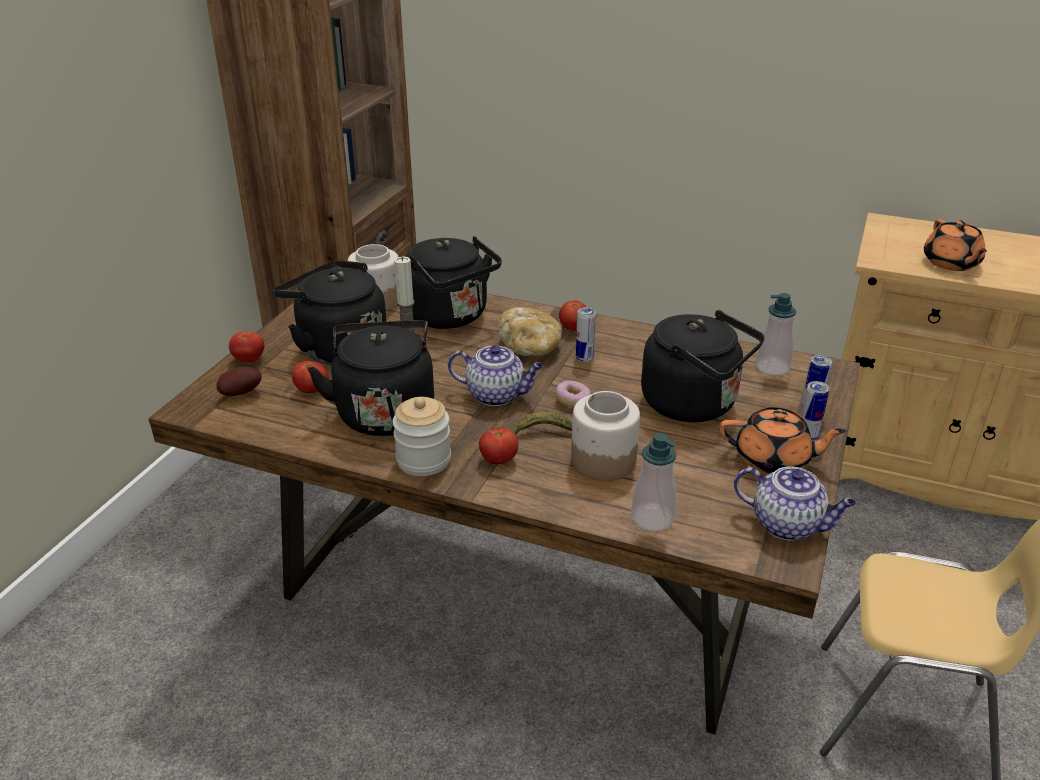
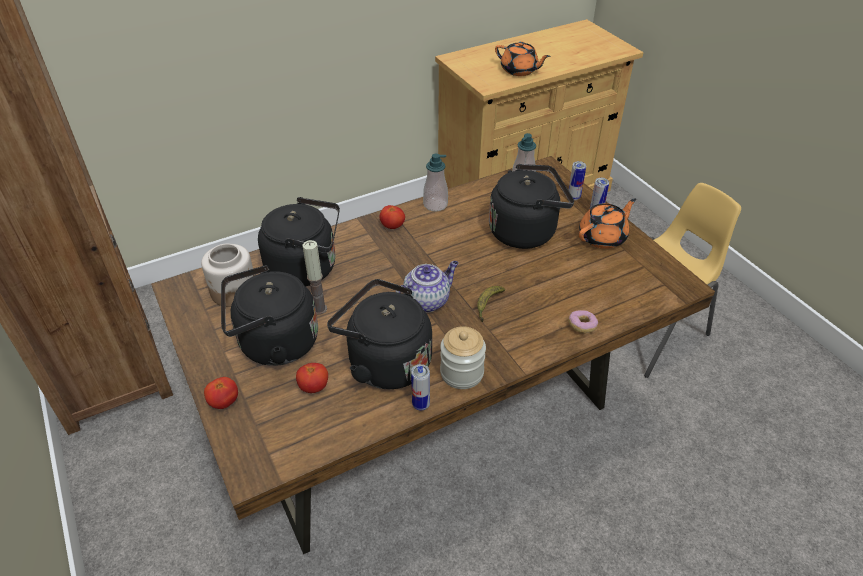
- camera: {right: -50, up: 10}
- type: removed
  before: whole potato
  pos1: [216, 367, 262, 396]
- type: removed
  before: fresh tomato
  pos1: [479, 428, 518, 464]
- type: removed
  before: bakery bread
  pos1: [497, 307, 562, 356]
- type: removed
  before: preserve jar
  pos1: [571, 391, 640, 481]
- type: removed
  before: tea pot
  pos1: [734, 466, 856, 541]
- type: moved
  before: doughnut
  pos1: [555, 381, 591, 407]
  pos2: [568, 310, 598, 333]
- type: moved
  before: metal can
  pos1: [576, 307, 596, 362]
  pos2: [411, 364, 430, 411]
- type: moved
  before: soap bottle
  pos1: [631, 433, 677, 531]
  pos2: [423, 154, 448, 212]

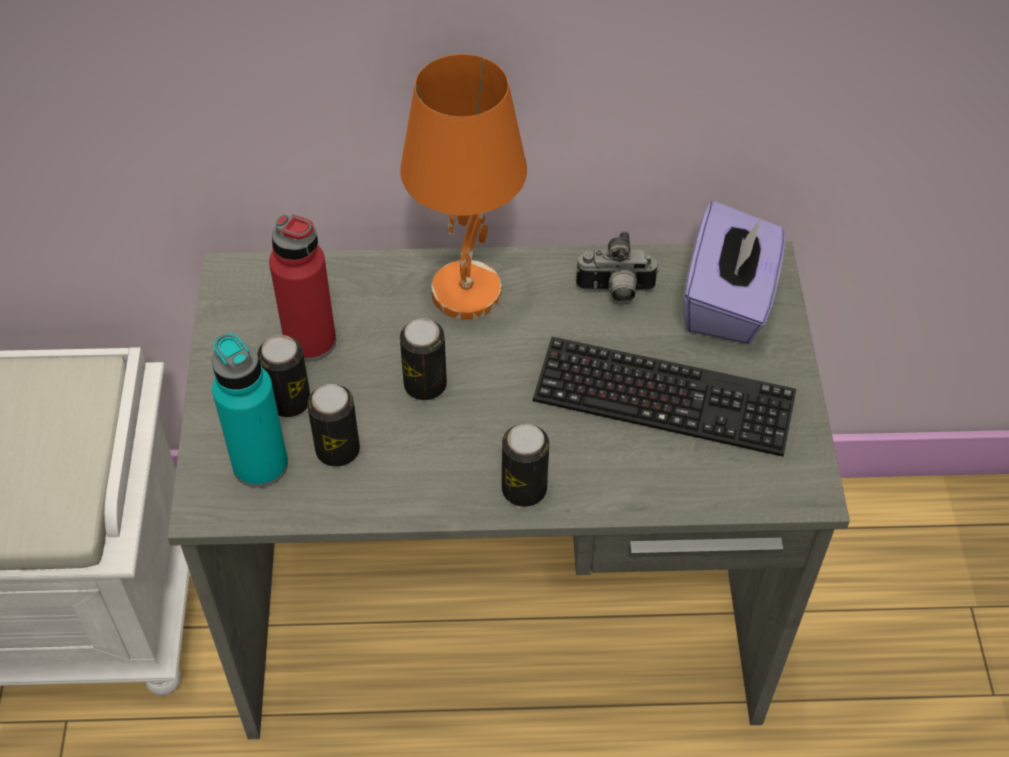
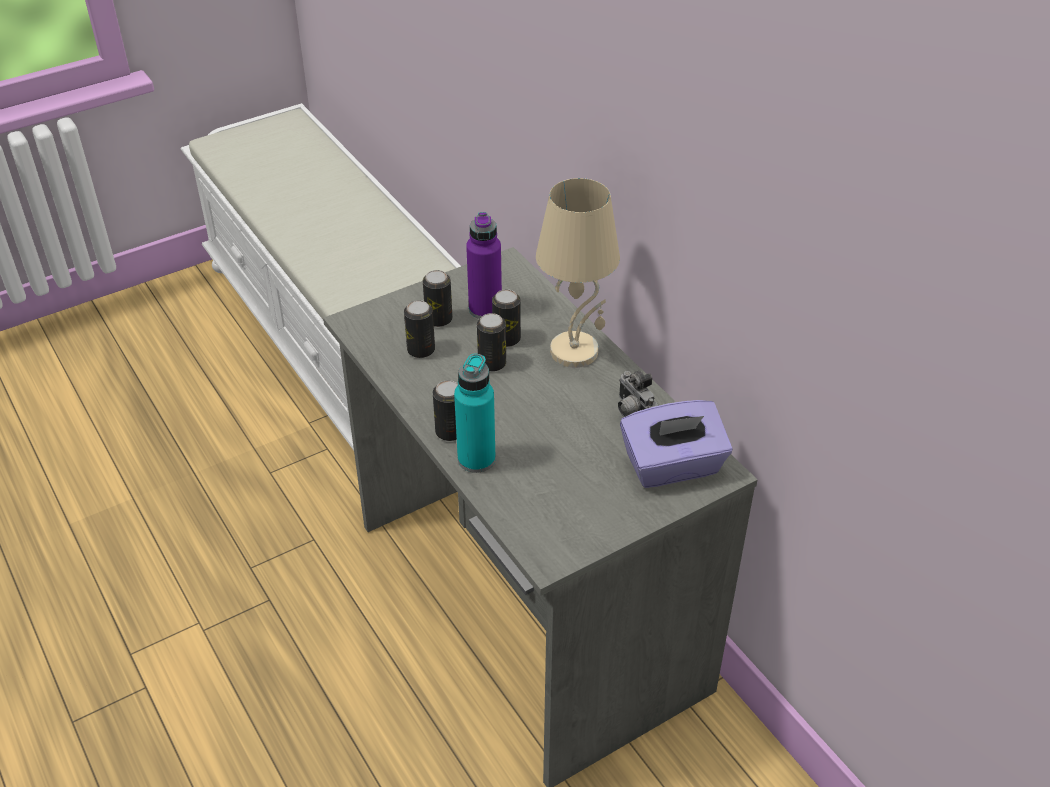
- camera: {right: 60, up: -10}
- type: removed
  before: keyboard
  pos1: [533, 336, 796, 457]
- type: added
  after: metal can
  pos2: [492, 289, 521, 347]
- type: moved
  before: turquoise-coloured drink bottle
  pos1: [211, 333, 288, 488]
  pos2: [454, 354, 496, 473]
- type: recoloured
  before: red drink bottle
  after: purple-coloured drink bottle
  pos1: [269, 214, 336, 362]
  pos2: [466, 212, 502, 319]
- type: recoloured
  before: orange-coloured table lamp
  after: beige-coloured table lamp
  pos1: [400, 54, 527, 320]
  pos2: [536, 178, 620, 368]

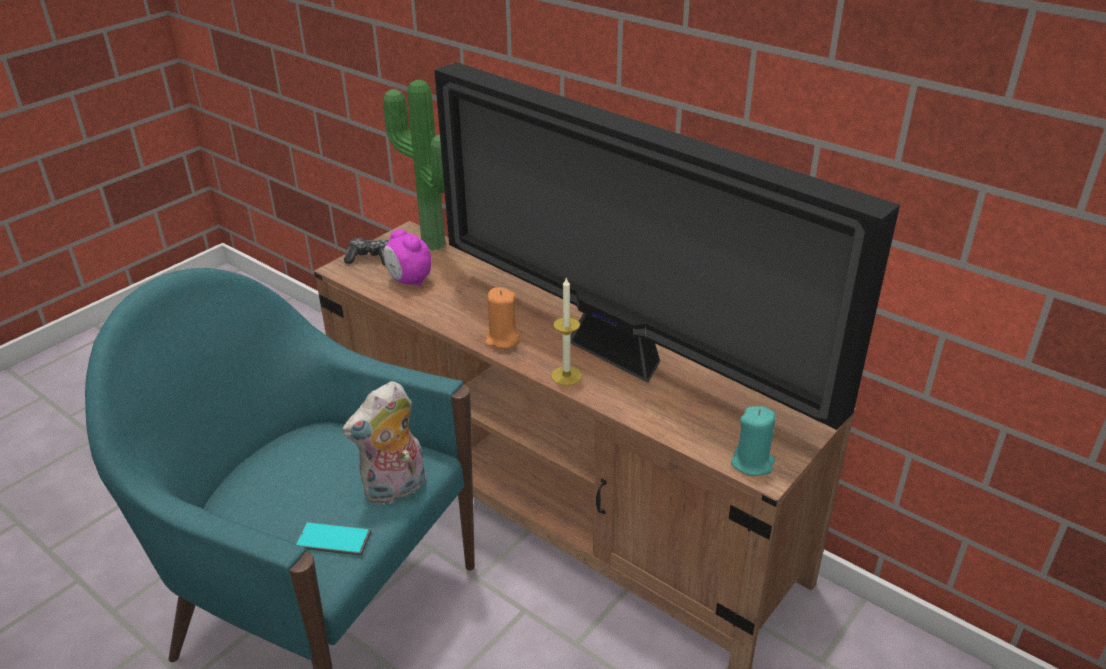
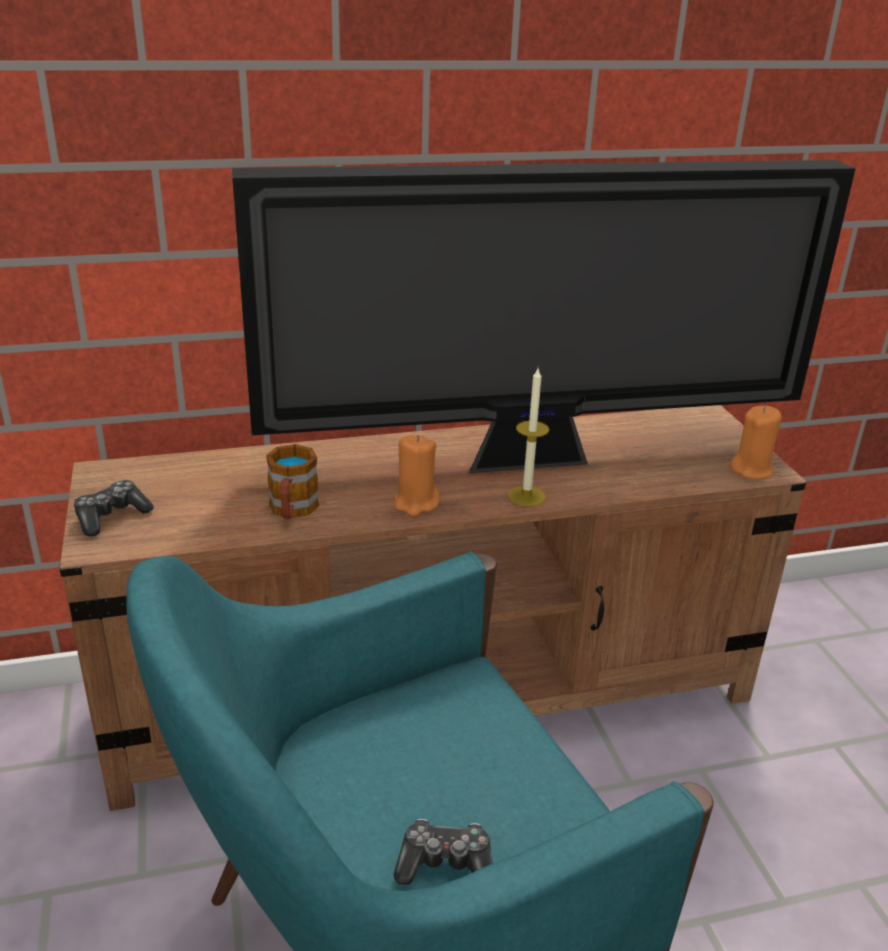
- camera: {right: -55, up: -5}
- type: removed
  before: telephone
  pos1: [295, 522, 371, 556]
- type: removed
  before: plush toy
  pos1: [342, 381, 425, 506]
- type: removed
  before: potted plant
  pos1: [383, 79, 446, 251]
- type: removed
  before: alarm clock
  pos1: [384, 229, 431, 287]
- type: added
  after: coffee mug
  pos2: [266, 444, 319, 519]
- type: added
  after: game controller
  pos2: [394, 819, 493, 885]
- type: recoloured
  before: turquoise-coloured wax light
  after: orange-coloured wax light
  pos1: [731, 406, 775, 476]
  pos2: [729, 405, 782, 479]

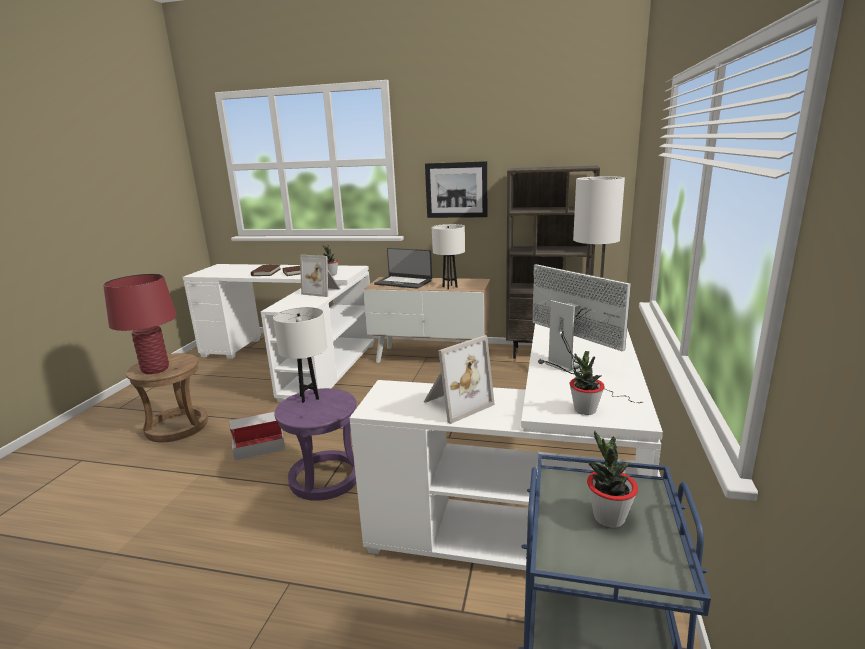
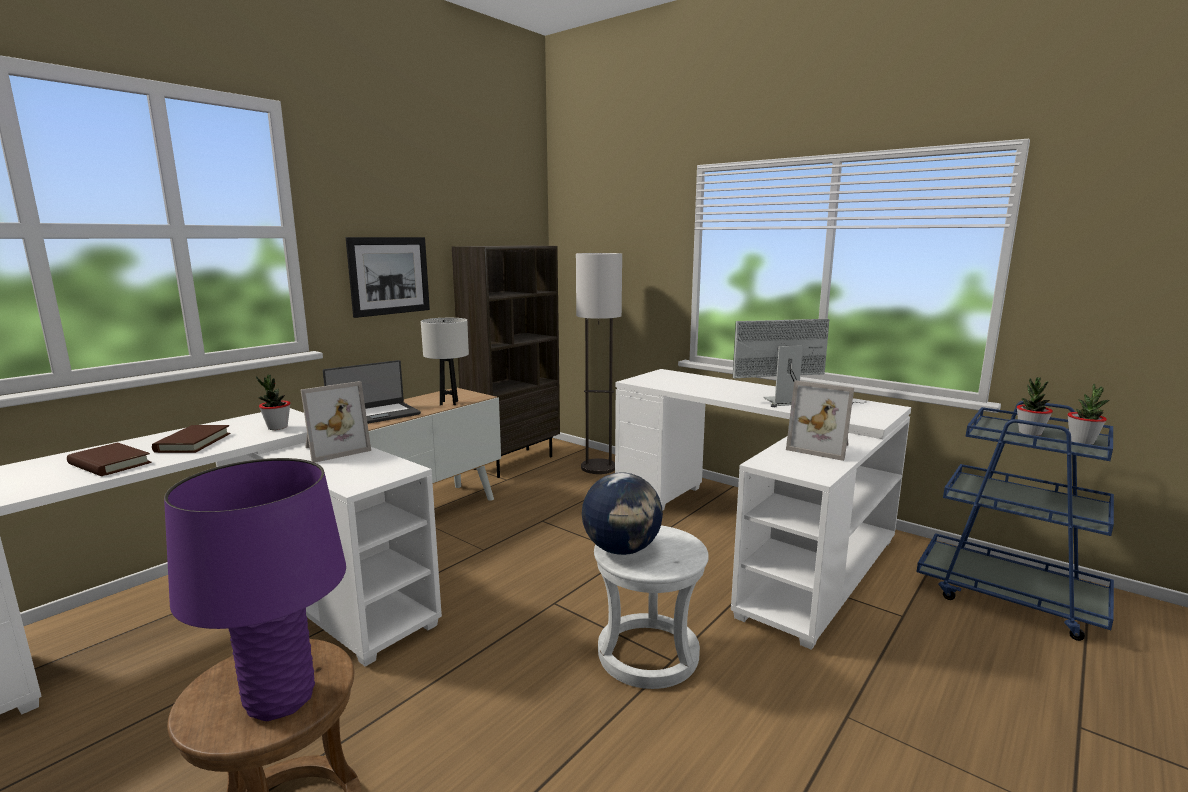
- camera: {right: -65, up: -5}
- type: removed
  before: packing box
  pos1: [229, 411, 285, 460]
- type: moved
  before: potted plant
  pos1: [570, 351, 605, 415]
  pos2: [1067, 384, 1109, 445]
- type: replaced
  before: white table lamp
  after: world globe
  pos1: [273, 307, 327, 403]
  pos2: [582, 472, 663, 555]
- type: recoloured
  before: red table lamp
  after: purple-coloured table lamp
  pos1: [103, 274, 177, 374]
  pos2: [164, 458, 346, 721]
- type: recoloured
  before: purple-coloured stool seat
  after: white stool seat
  pos1: [274, 388, 357, 501]
  pos2: [594, 526, 709, 689]
- type: turned
  before: picture frame
  pos1: [424, 335, 495, 424]
  pos2: [786, 380, 854, 461]
  turn: 135

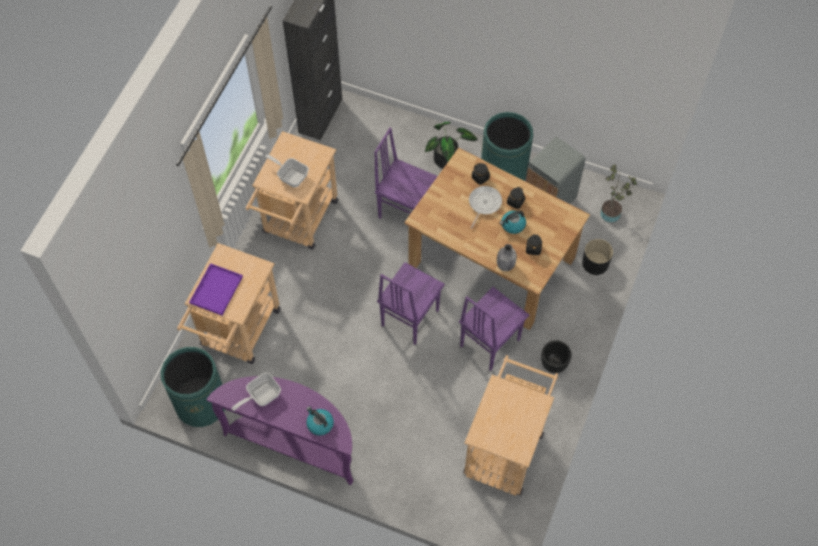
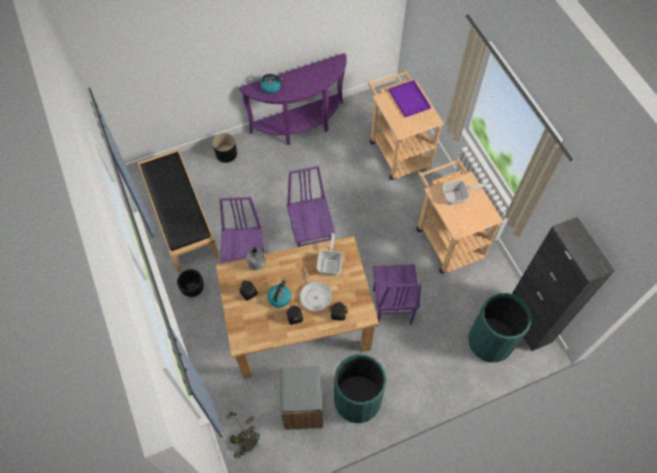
- camera: {right: 135, up: 0}
- type: removed
  before: potted plant
  pos1: [425, 122, 478, 168]
- type: moved
  before: green waste bin
  pos1: [161, 347, 225, 427]
  pos2: [468, 293, 532, 363]
- type: moved
  before: pan
  pos1: [232, 373, 281, 411]
  pos2: [317, 233, 343, 275]
- type: moved
  before: black-coloured flower pot
  pos1: [582, 239, 613, 275]
  pos2: [212, 133, 237, 163]
- type: replaced
  before: beige-coloured wheeled cart
  after: black-coloured bench
  pos1: [463, 355, 558, 496]
  pos2: [138, 149, 219, 273]
- type: turned
  before: purple-coloured chair
  pos1: [374, 127, 438, 219]
  pos2: [373, 264, 422, 326]
  turn: 105

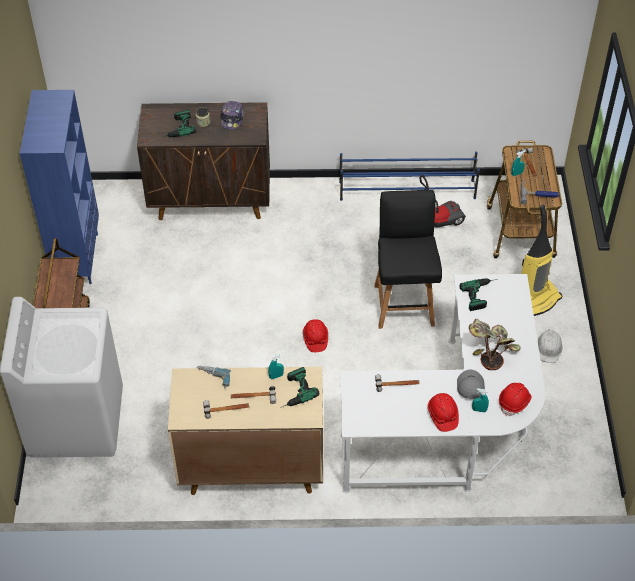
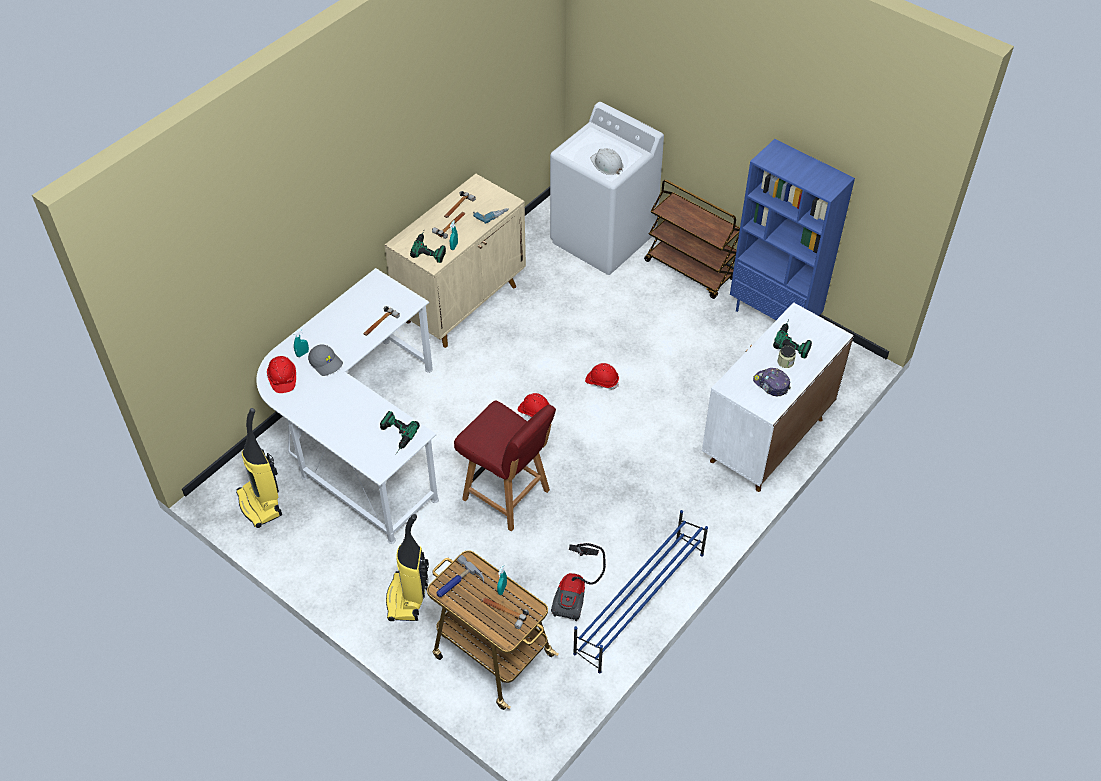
- camera: {right: 130, up: 0}
- type: removed
  before: potted plant
  pos1: [469, 319, 521, 370]
- type: added
  after: vacuum
  pos2: [236, 408, 282, 528]
- type: moved
  before: red work helmet
  pos1: [428, 393, 459, 432]
  pos2: [585, 363, 619, 389]
- type: moved
  before: white work helmet
  pos1: [537, 329, 563, 363]
  pos2: [590, 148, 623, 175]
- type: recoloured
  before: brown storage cabinet
  after: white storage cabinet
  pos1: [137, 102, 270, 220]
  pos2: [702, 302, 854, 492]
- type: recoloured
  before: black-coloured chair
  after: red chair
  pos1: [374, 190, 442, 329]
  pos2: [454, 401, 556, 531]

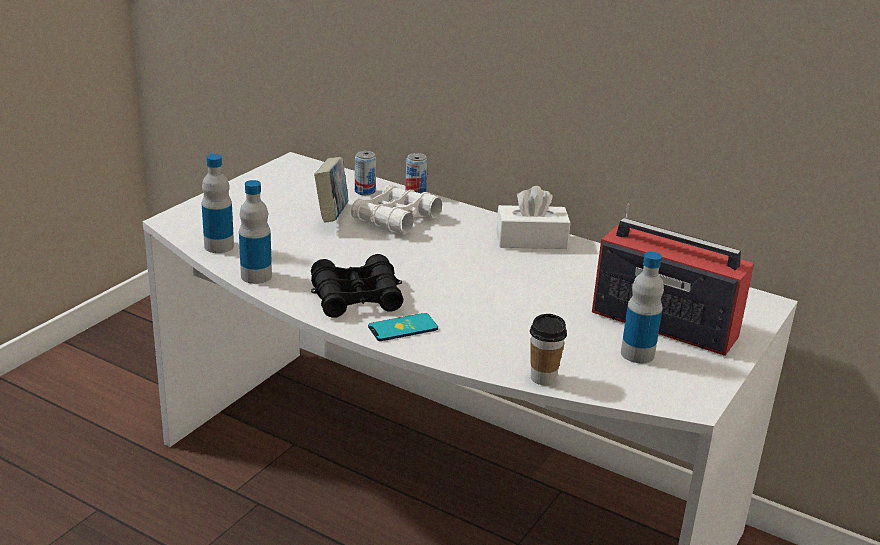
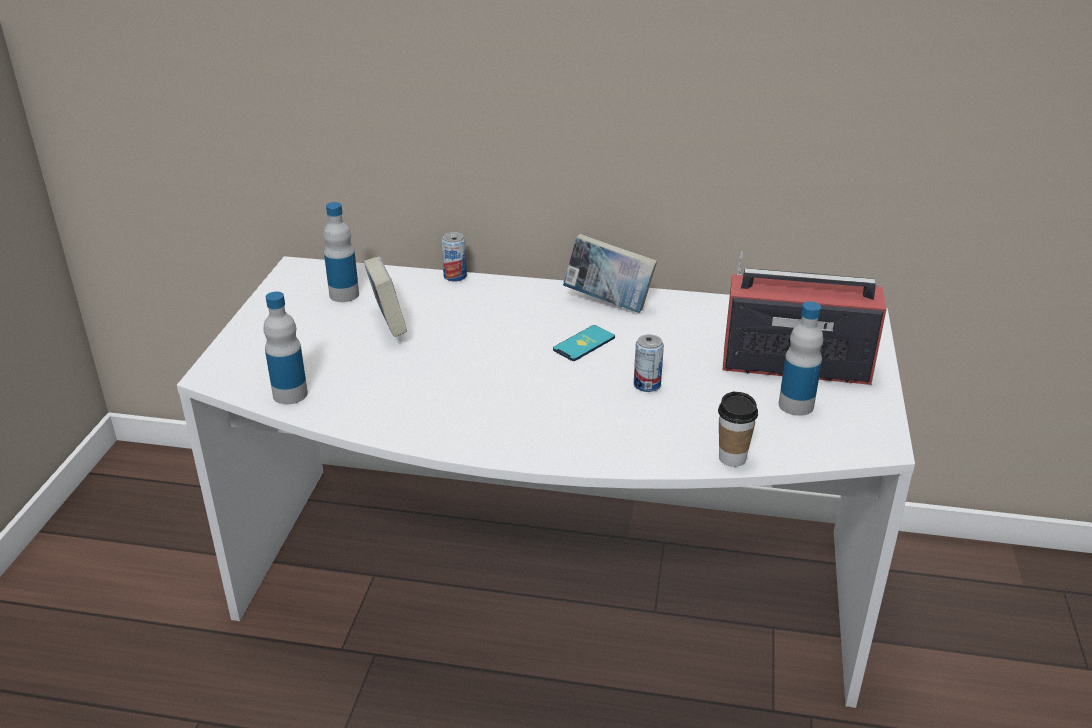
- camera: {right: -20, up: 5}
- type: removed
  before: black-coloured pair of binoculars
  pos1: [311, 254, 403, 317]
- type: removed
  before: white pair of binoculars
  pos1: [351, 185, 442, 234]
- type: moved
  before: drink bottle
  pos1: [239, 180, 272, 284]
  pos2: [323, 202, 359, 302]
- type: moved
  before: metal can
  pos1: [355, 151, 376, 195]
  pos2: [634, 334, 664, 392]
- type: moved
  before: telephone
  pos1: [368, 313, 438, 341]
  pos2: [553, 325, 615, 361]
- type: replaced
  before: white tissue holder
  after: book
  pos1: [496, 186, 571, 249]
  pos2: [563, 234, 657, 313]

